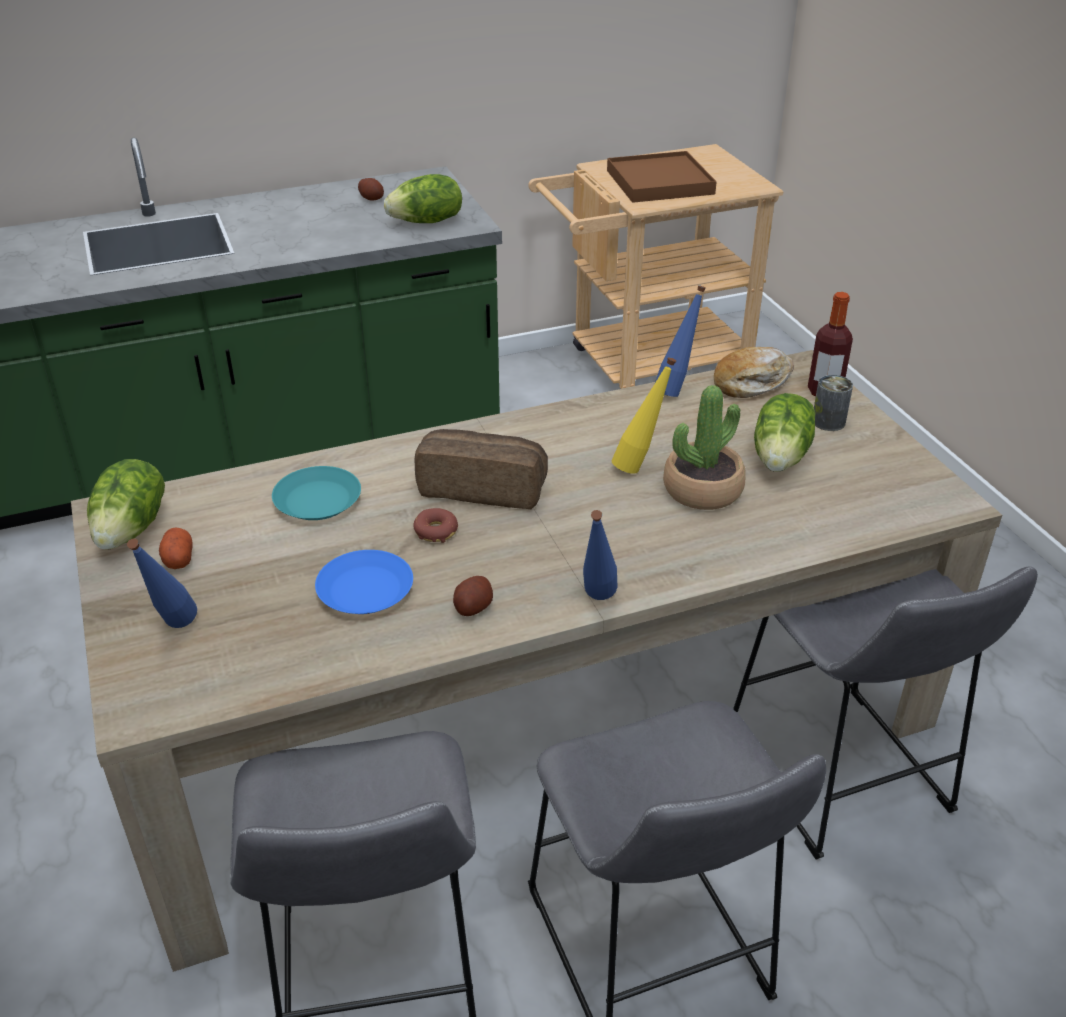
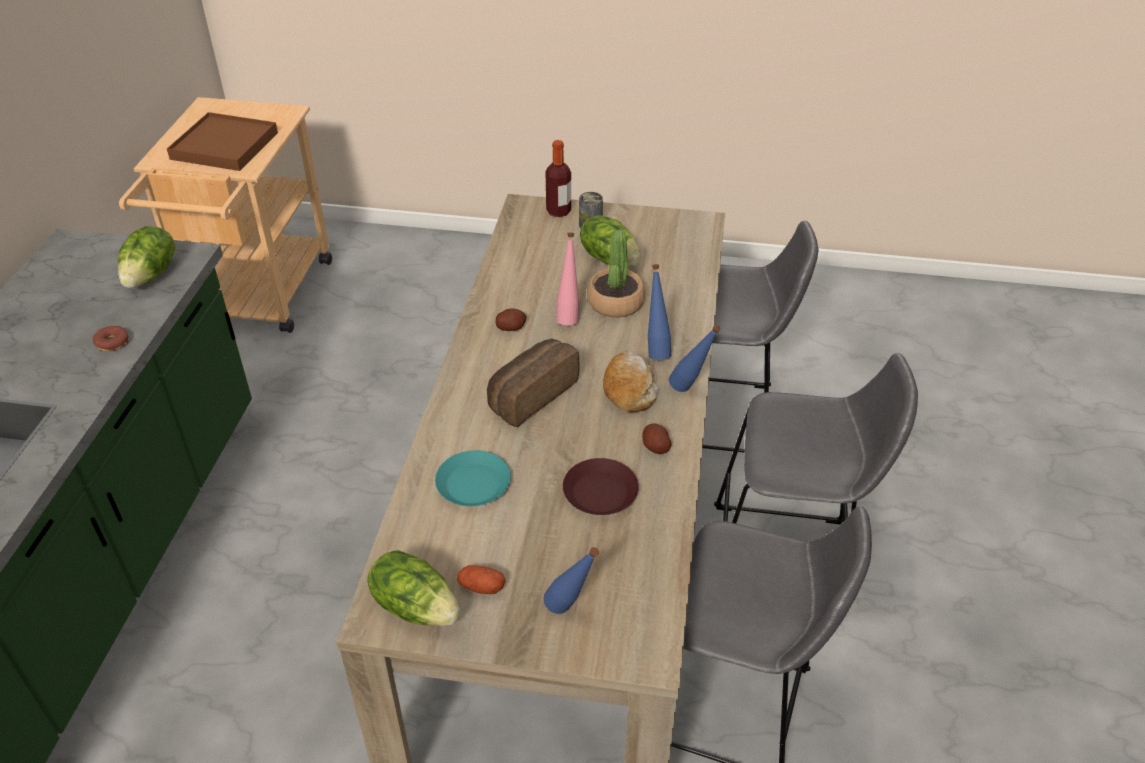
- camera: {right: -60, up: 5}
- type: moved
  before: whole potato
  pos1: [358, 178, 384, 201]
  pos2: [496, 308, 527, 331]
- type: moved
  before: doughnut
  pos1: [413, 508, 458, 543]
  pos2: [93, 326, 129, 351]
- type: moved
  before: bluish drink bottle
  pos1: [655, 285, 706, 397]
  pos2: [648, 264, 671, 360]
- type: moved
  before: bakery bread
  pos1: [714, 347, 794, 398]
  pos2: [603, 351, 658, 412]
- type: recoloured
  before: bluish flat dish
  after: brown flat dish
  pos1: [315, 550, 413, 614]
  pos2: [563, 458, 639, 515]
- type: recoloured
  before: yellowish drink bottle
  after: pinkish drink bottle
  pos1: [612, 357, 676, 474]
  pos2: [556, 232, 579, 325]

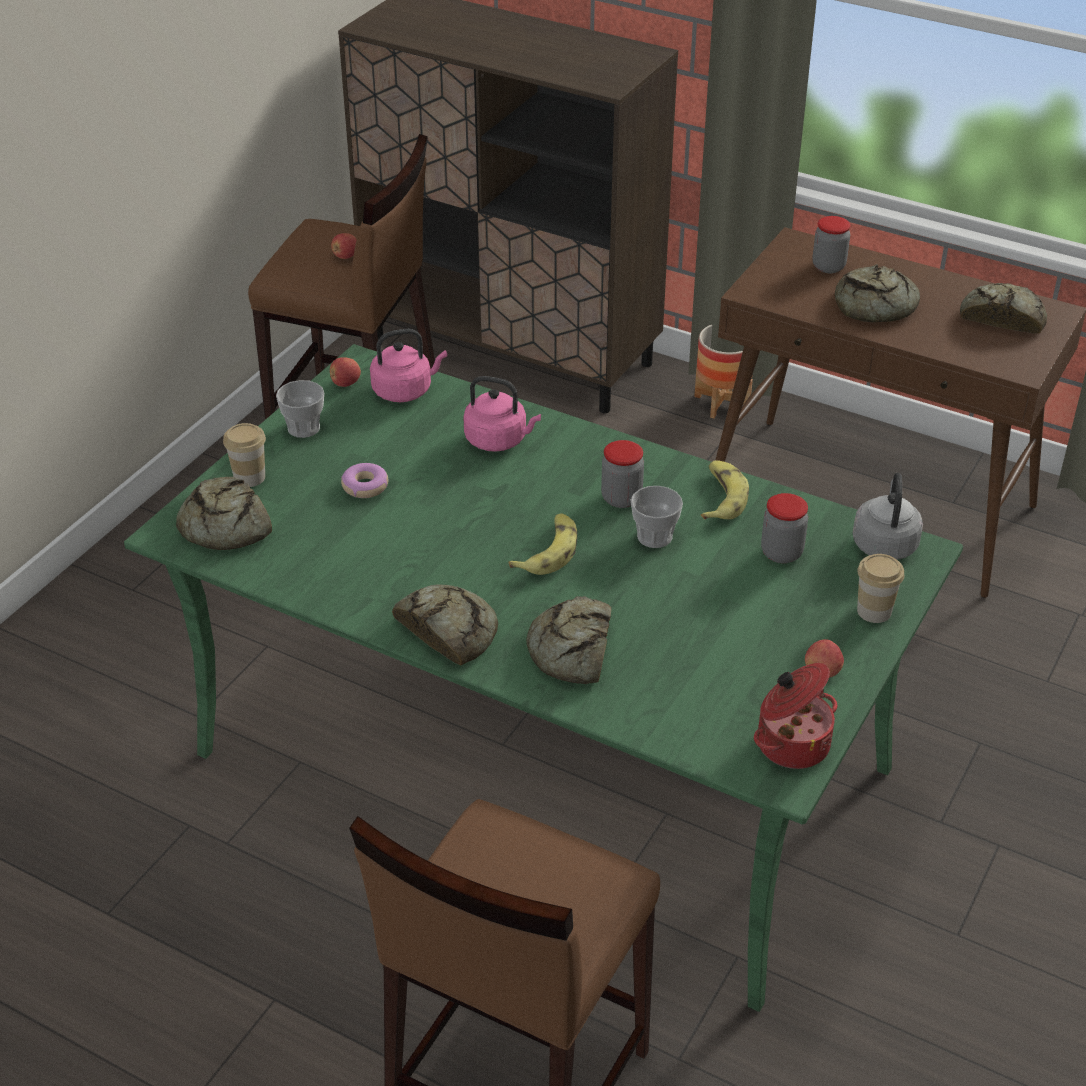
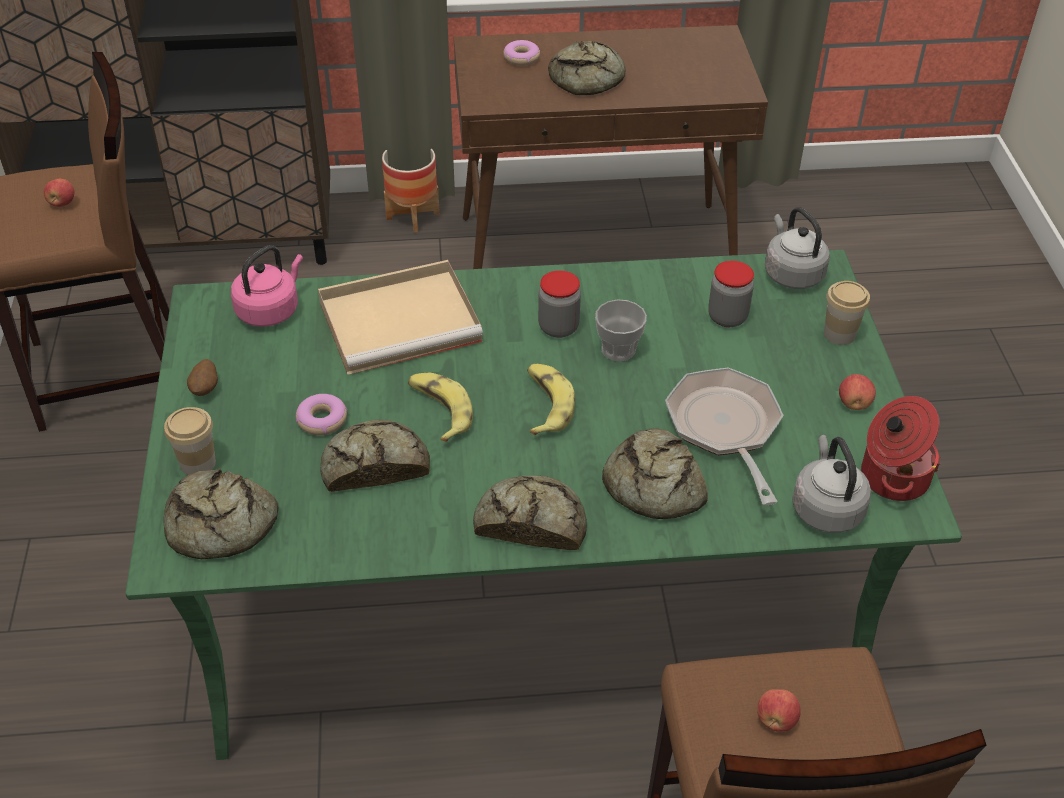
- camera: {right: -35, up: 5}
- type: added
  after: pan
  pos2: [665, 367, 784, 505]
- type: added
  after: greyish kettle
  pos2: [792, 435, 871, 533]
- type: moved
  before: apple
  pos1: [330, 357, 361, 387]
  pos2: [757, 689, 801, 732]
- type: moved
  before: whole banana
  pos1: [701, 460, 749, 519]
  pos2: [408, 373, 473, 442]
- type: moved
  before: bakery bread
  pos1: [960, 283, 1047, 333]
  pos2: [320, 420, 430, 492]
- type: replaced
  before: cup
  after: whole potato
  pos1: [276, 380, 324, 438]
  pos2: [187, 359, 218, 396]
- type: replaced
  before: pinkish kettle
  after: beige-coloured tray
  pos1: [463, 376, 541, 452]
  pos2: [318, 260, 483, 375]
- type: replaced
  before: preserve jar
  after: doughnut
  pos1: [813, 216, 851, 273]
  pos2: [503, 40, 540, 66]

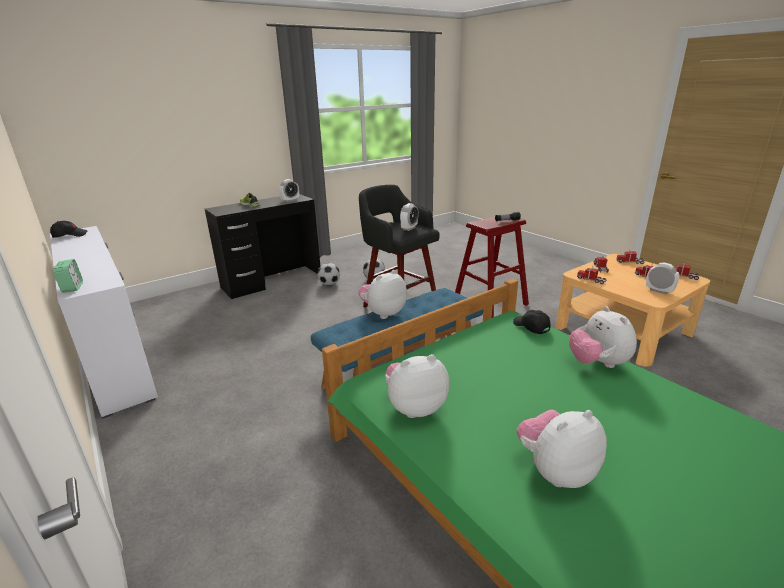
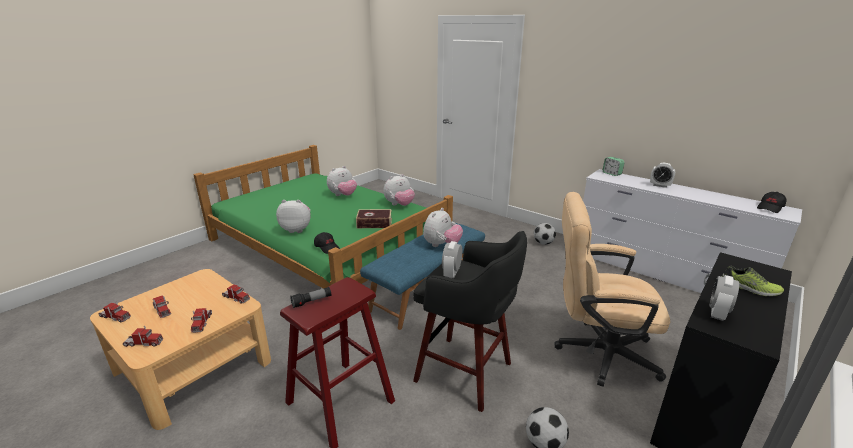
- camera: {right: 165, up: 0}
- type: added
  after: book
  pos2: [356, 209, 392, 228]
- type: added
  after: beige-coloured computer chair
  pos2: [555, 192, 670, 387]
- type: moved
  before: football ball
  pos1: [317, 263, 340, 285]
  pos2: [534, 223, 556, 245]
- type: moved
  before: alarm clock
  pos1: [646, 262, 679, 295]
  pos2: [650, 163, 675, 188]
- type: turned
  before: plush toy
  pos1: [569, 306, 637, 368]
  pos2: [276, 200, 311, 233]
  turn: -60

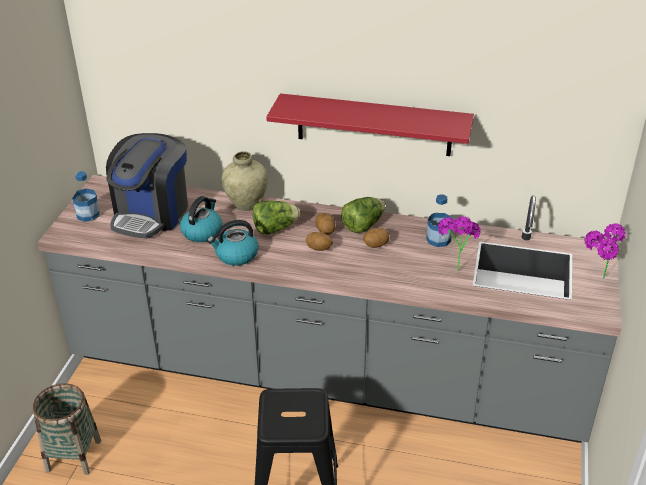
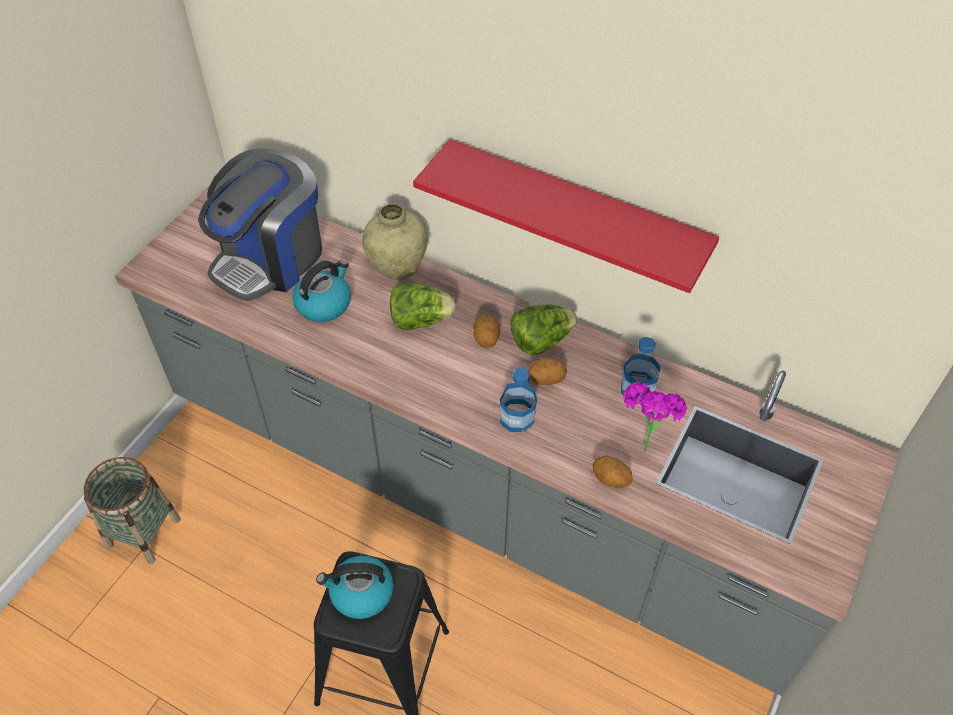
- camera: {right: 15, up: 15}
- type: removed
  before: potted plant
  pos1: [584, 223, 626, 278]
- type: moved
  before: drink bottle
  pos1: [72, 171, 100, 222]
  pos2: [500, 367, 537, 432]
- type: moved
  before: kettle
  pos1: [207, 220, 259, 266]
  pos2: [316, 556, 394, 619]
- type: moved
  before: whole potato
  pos1: [306, 232, 333, 251]
  pos2: [593, 455, 633, 488]

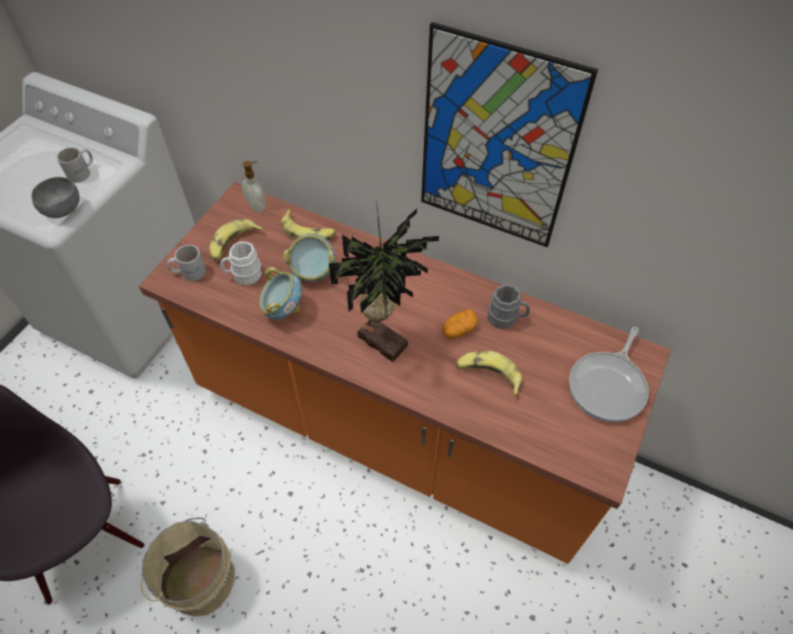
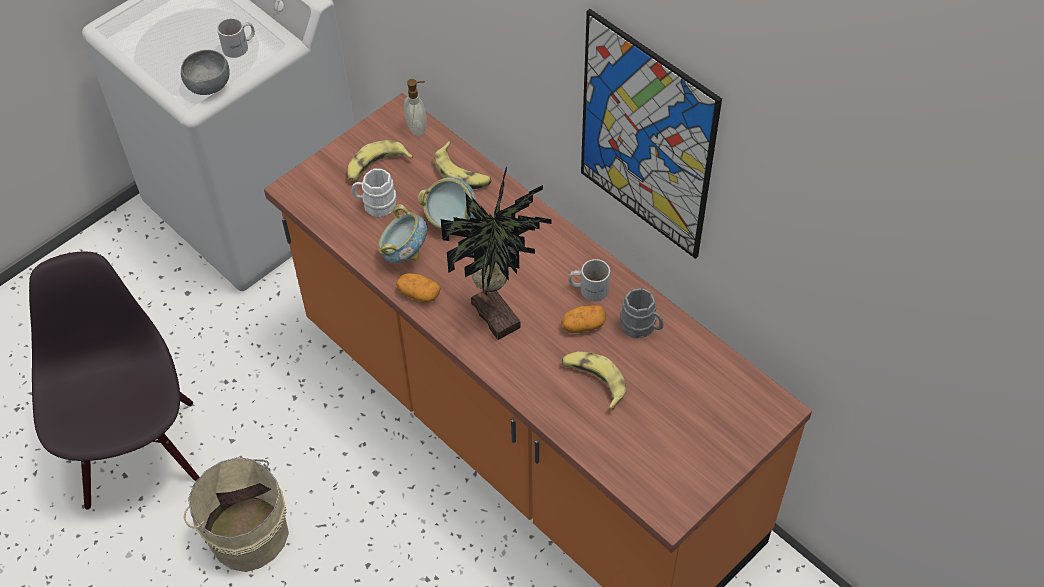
- camera: {right: 20, up: 0}
- type: removed
  before: pan
  pos1: [569, 327, 649, 422]
- type: added
  after: whole potato
  pos2: [396, 273, 440, 302]
- type: moved
  before: white coffee mug
  pos1: [167, 245, 206, 281]
  pos2: [569, 259, 610, 302]

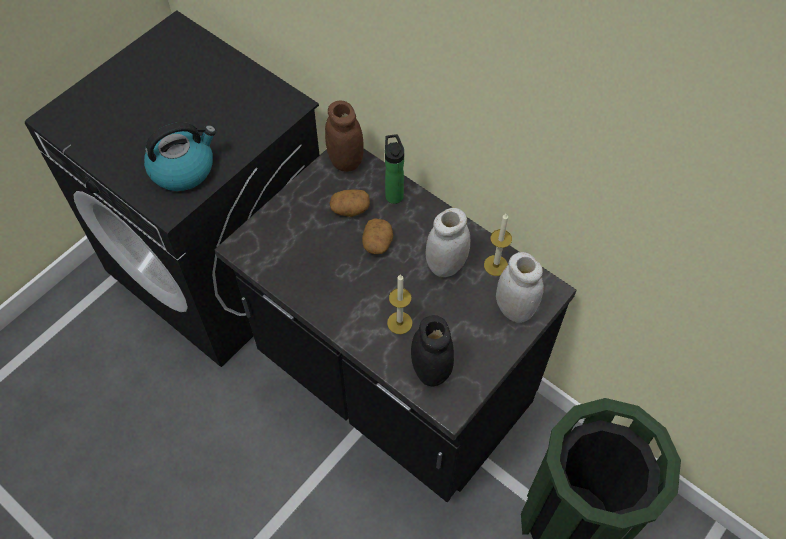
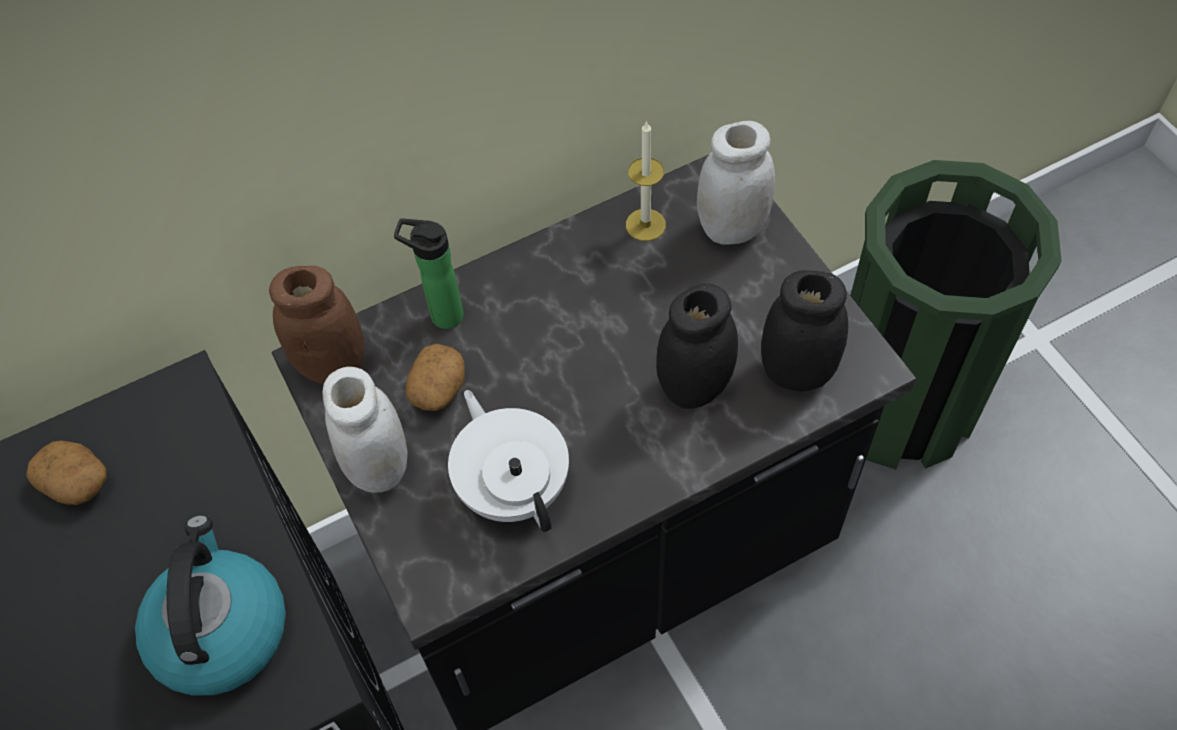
- camera: {right: -65, up: 0}
- type: added
  after: white tea pot
  pos2: [448, 390, 569, 532]
- type: moved
  before: whole potato
  pos1: [362, 218, 393, 254]
  pos2: [26, 440, 107, 505]
- type: moved
  before: white preserve jar
  pos1: [426, 208, 470, 277]
  pos2: [322, 367, 407, 493]
- type: replaced
  before: wax light
  after: black-coloured preserve jar
  pos1: [387, 274, 412, 334]
  pos2: [656, 283, 738, 409]

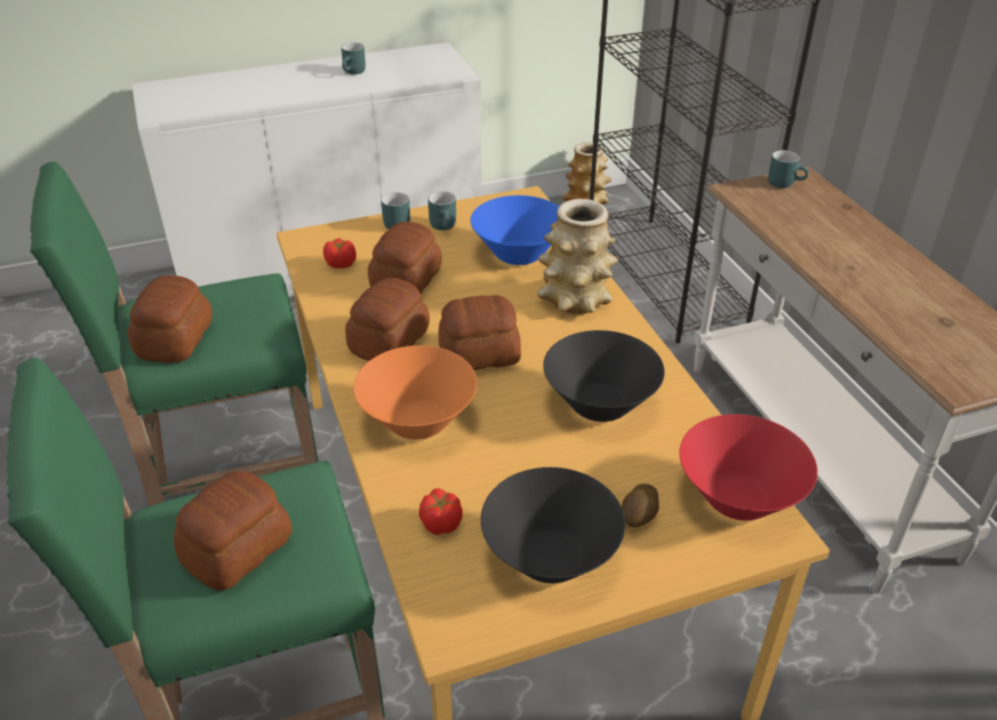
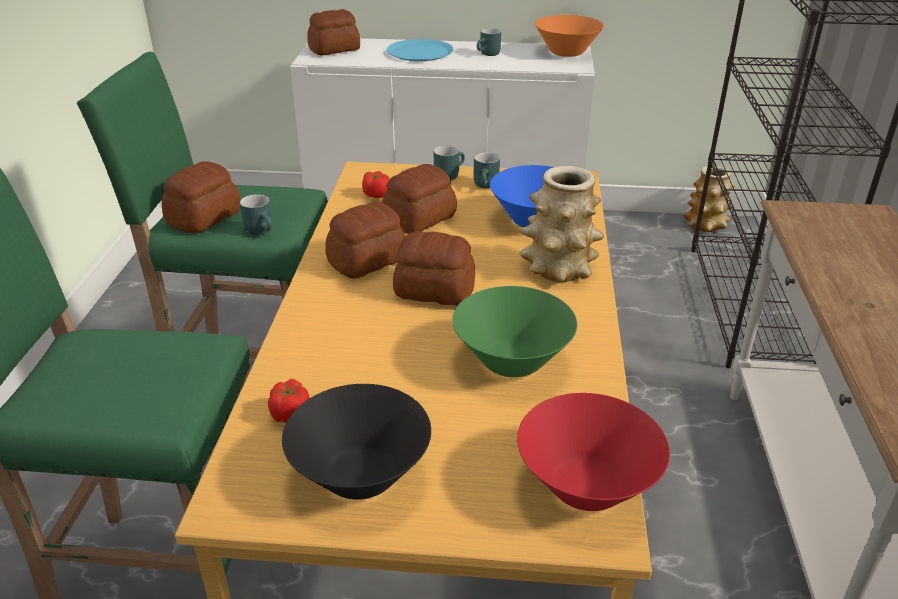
- camera: {right: 25, up: -5}
- type: removed
  before: whole potato
  pos1: [622, 484, 659, 527]
- type: added
  after: bluish flat dish
  pos2: [386, 39, 454, 61]
- type: moved
  before: bakery bread
  pos1: [174, 471, 292, 591]
  pos2: [307, 9, 360, 56]
- type: moved
  before: orange-coloured deep dish
  pos1: [353, 345, 477, 440]
  pos2: [535, 15, 604, 57]
- type: moved
  before: turquoise-coloured coffee mug
  pos1: [768, 150, 809, 188]
  pos2: [240, 194, 272, 235]
- type: recoloured
  before: black-coloured deep dish
  after: green deep dish
  pos1: [543, 330, 665, 422]
  pos2: [452, 286, 577, 377]

